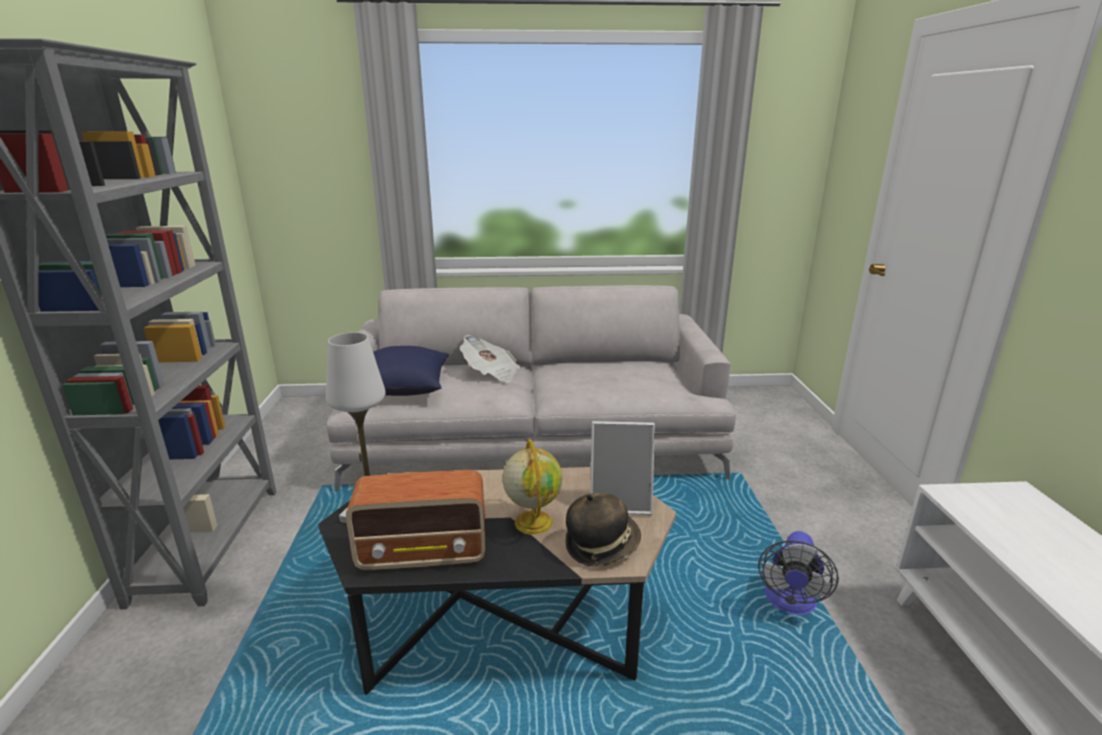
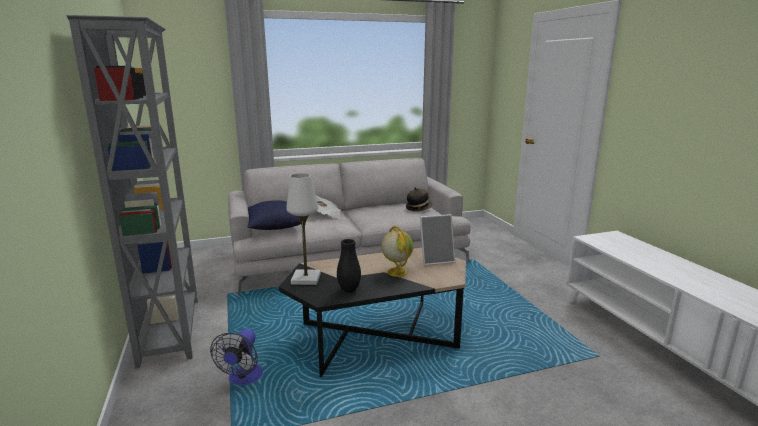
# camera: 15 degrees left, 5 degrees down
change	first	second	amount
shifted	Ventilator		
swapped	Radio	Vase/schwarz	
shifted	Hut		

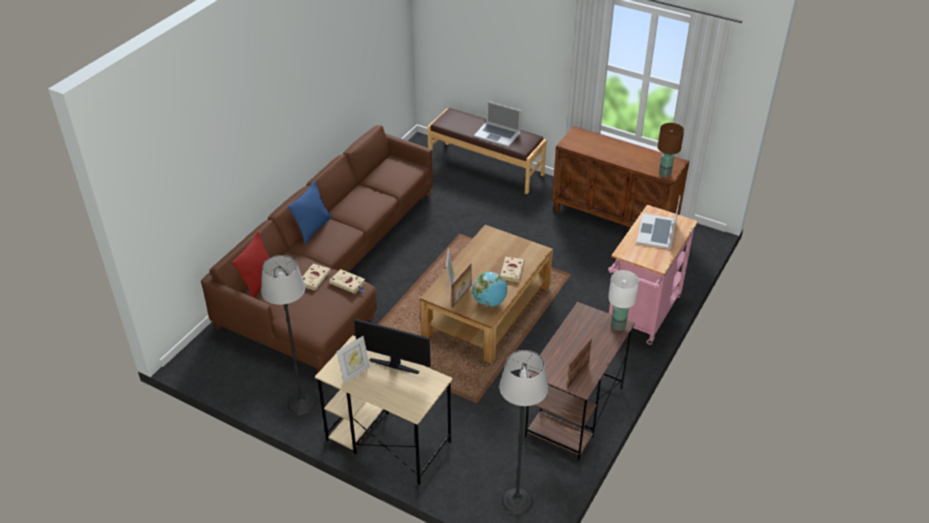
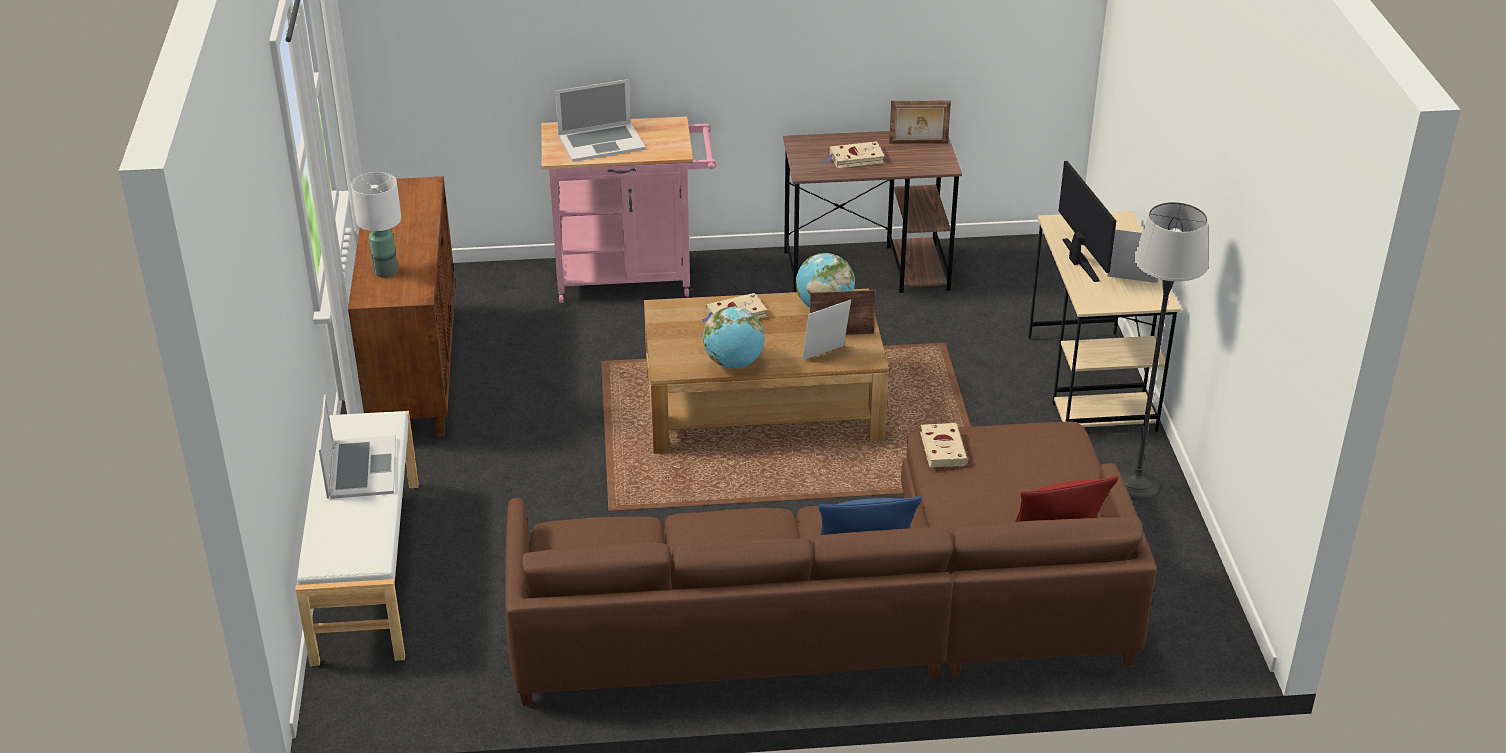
# camera: 125 degrees left, 5 degrees down
change	first	second	amount
repainted	Bank/braun	Bank/weiß	
shifted	Tischlampe/weiß		
new		Globus (no. 1 from left)	
shifted	Buch/beige (no. 1 from left in the first image)	Buch/beige (no. 2 from left)	
gone	Stehlampe (no. 2 from left)		
gone	Tischlampe/braun		

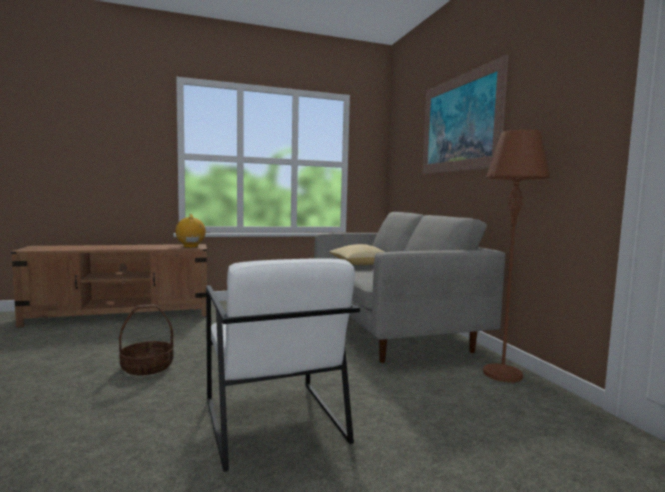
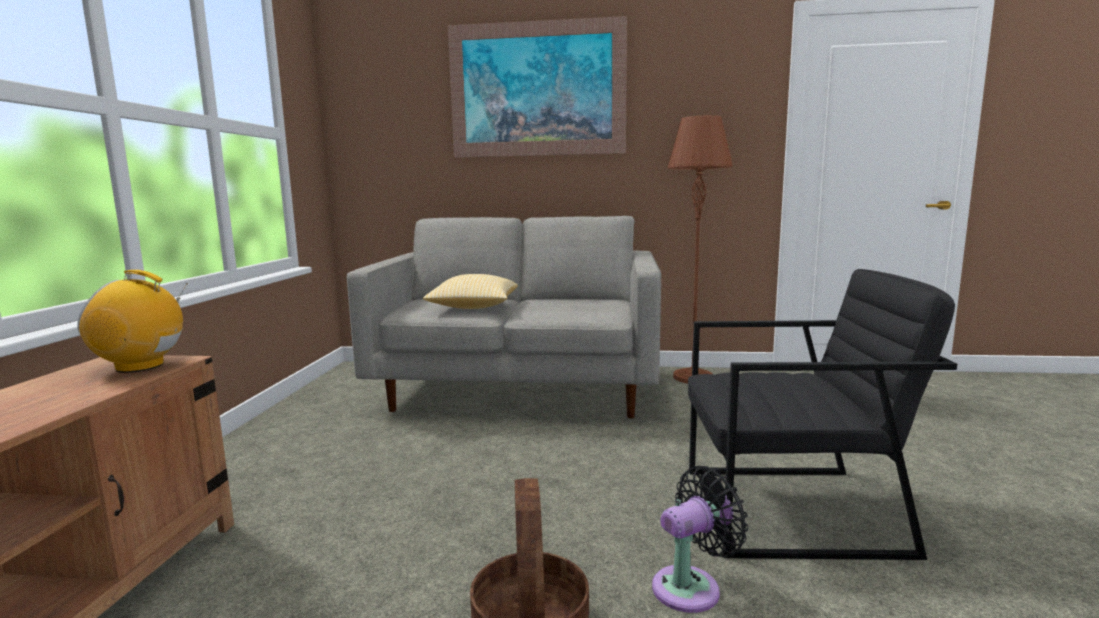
# camera: 65 degrees left, 5 degrees up
change	first	second	amount
new		Ventilator/schwarz	
repainted	Sessel/weiß	Sessel/schwarz	

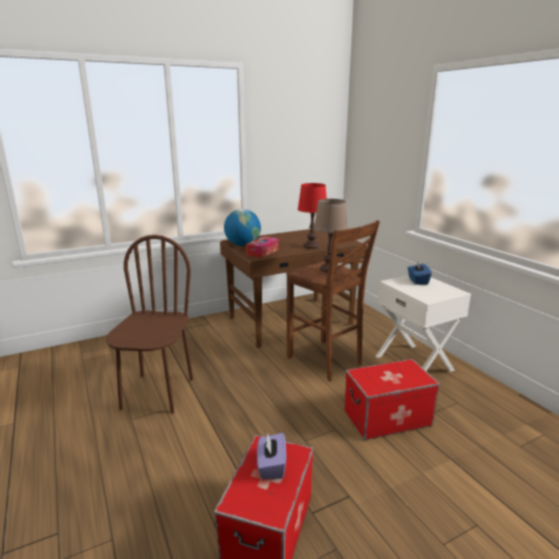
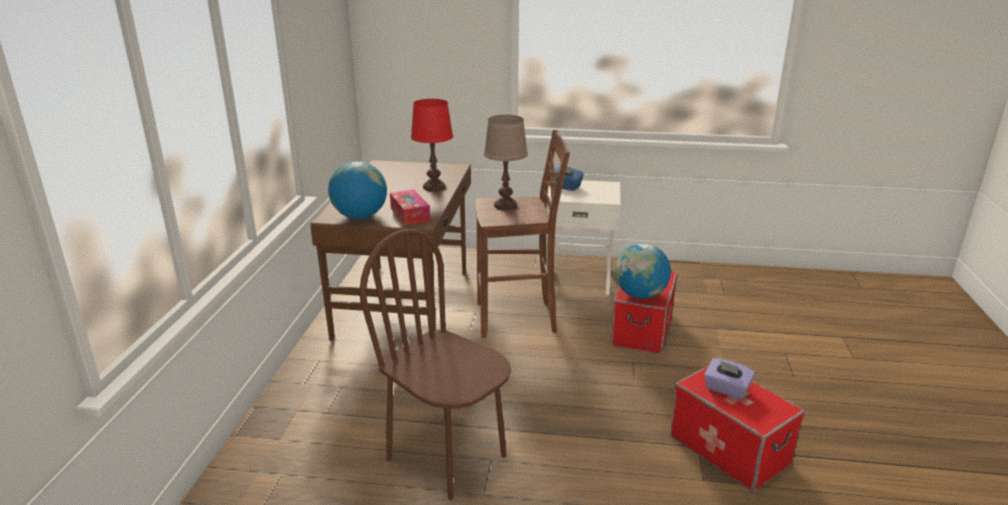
# camera: 55 degrees left, 5 degrees up
change	first	second	amount
new		Globus (no. 2 from left)	

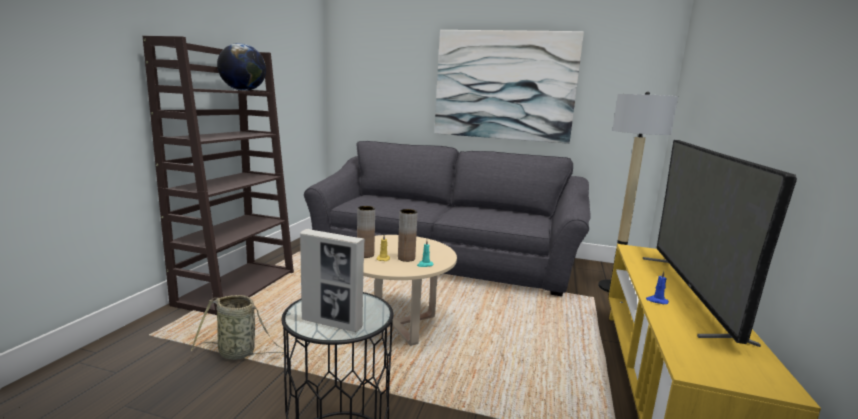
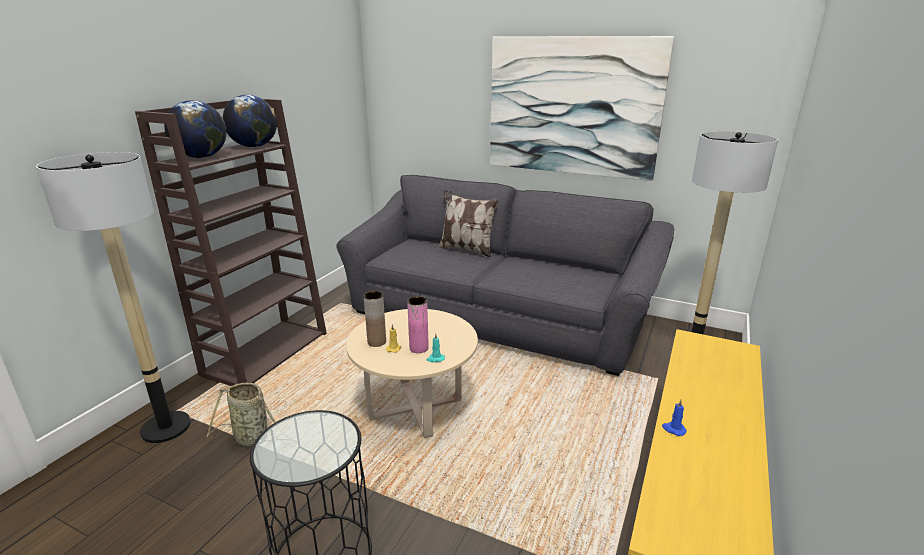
# camera: 10 degrees right, 10 degrees up
change	first	second	amount
new		Stehlampe (no. 1 from left)	
new		Globus (no. 1 from left)	
repainted	Vase/braun (no. 2 from left)	Vase/rosa	
new		Kissen	
gone	Bilderrahmen		
gone	Fernseher		

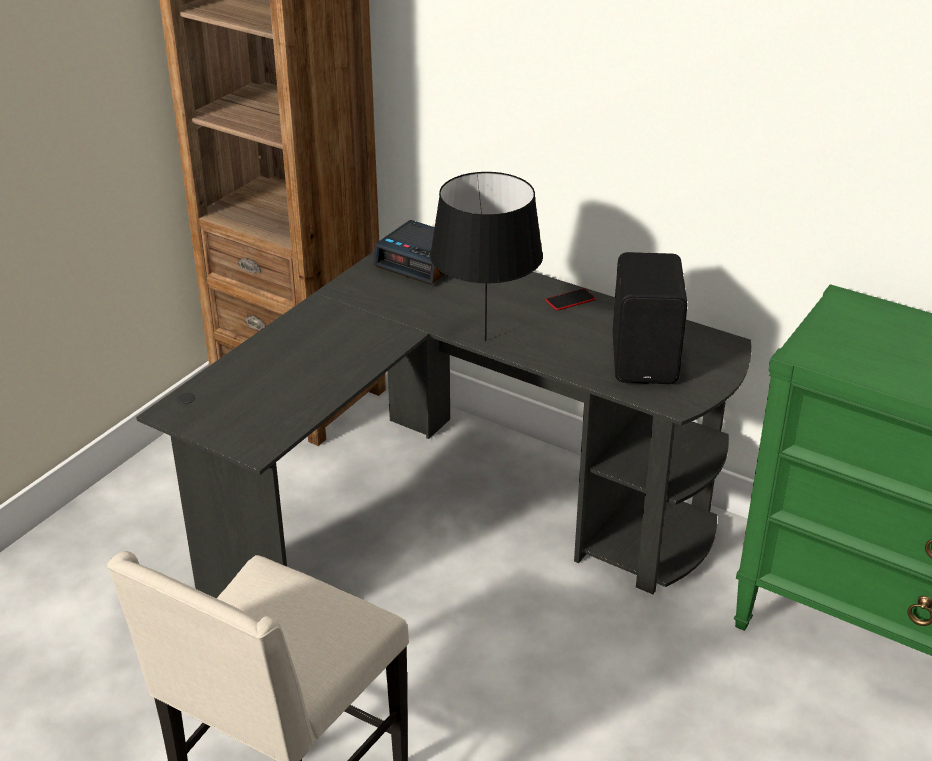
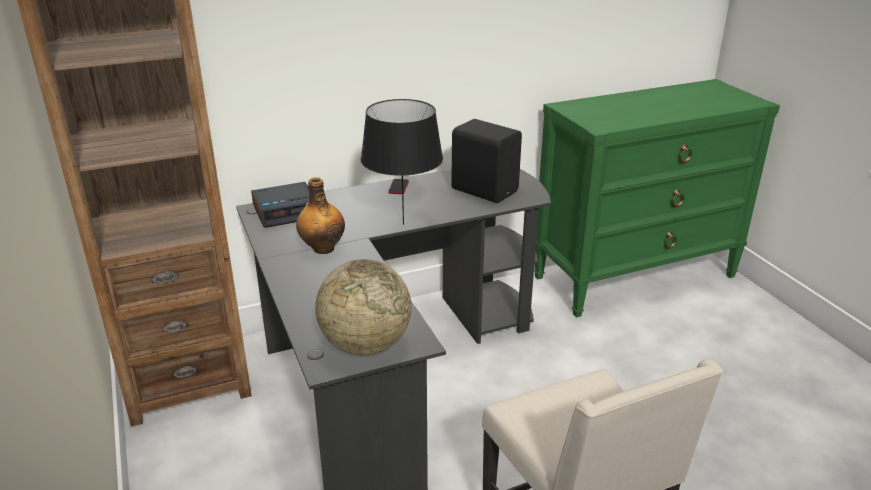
# camera: 55 degrees left, 5 degrees down
change	first	second	amount
new		Flasche	
new		Globus	

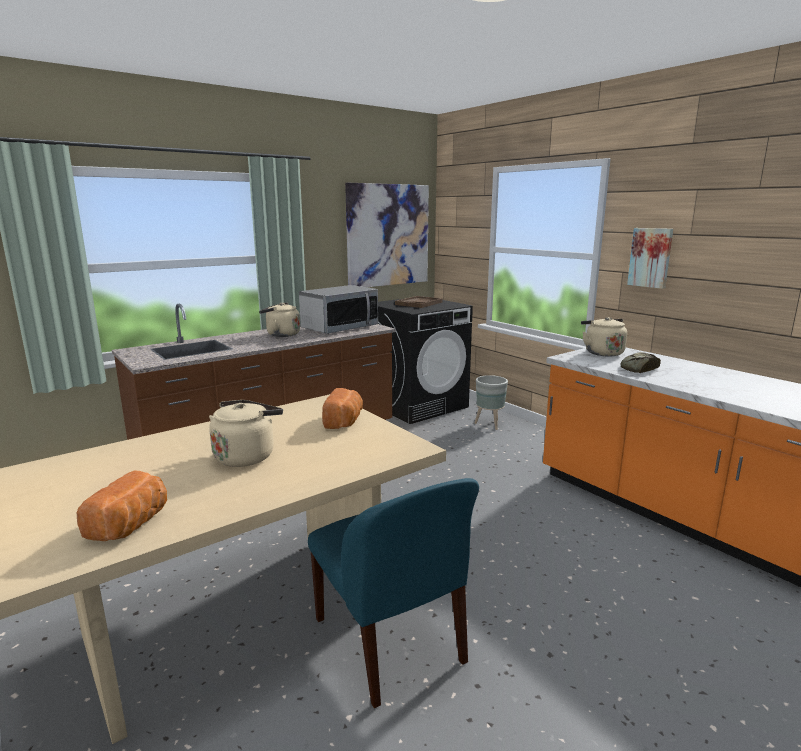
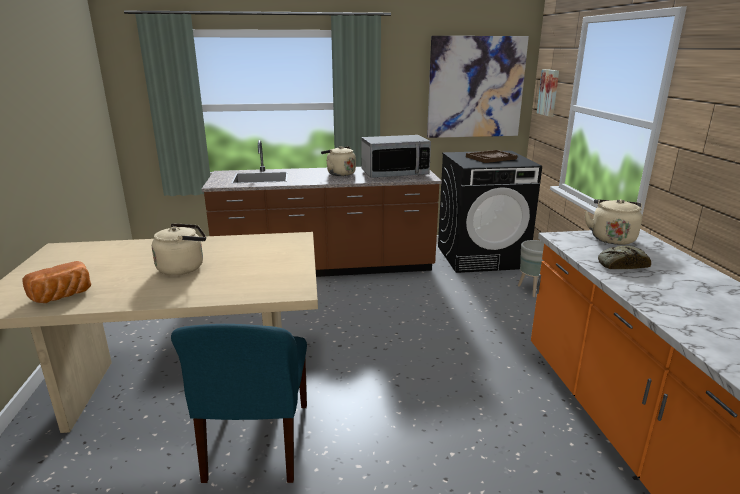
# camera: 30 degrees right, 5 degrees up
change	first	second	amount
shifted	Bild (no. 2 from left)		
gone	Brot (no. 2 from left)		

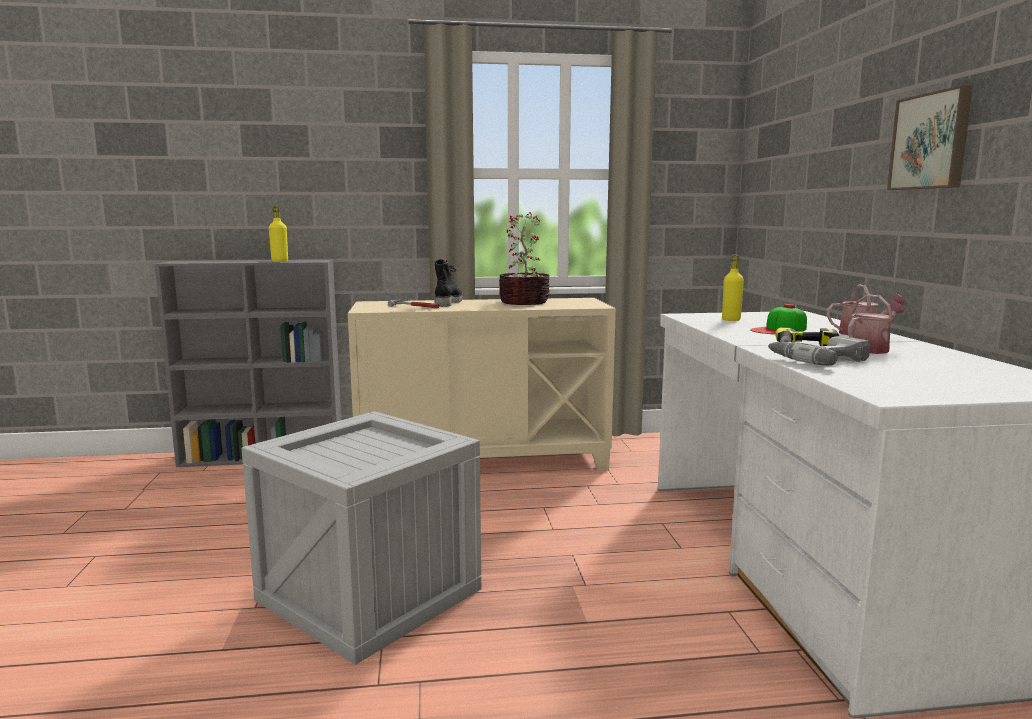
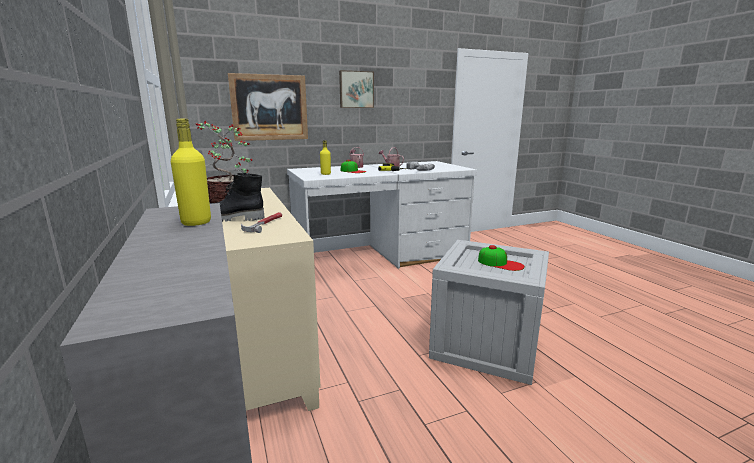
# camera: 105 degrees left, 5 degrees up
change	first	second	amount
new		Bild (no. 1 from left)	
new		Kappe (no. 2 from left)	

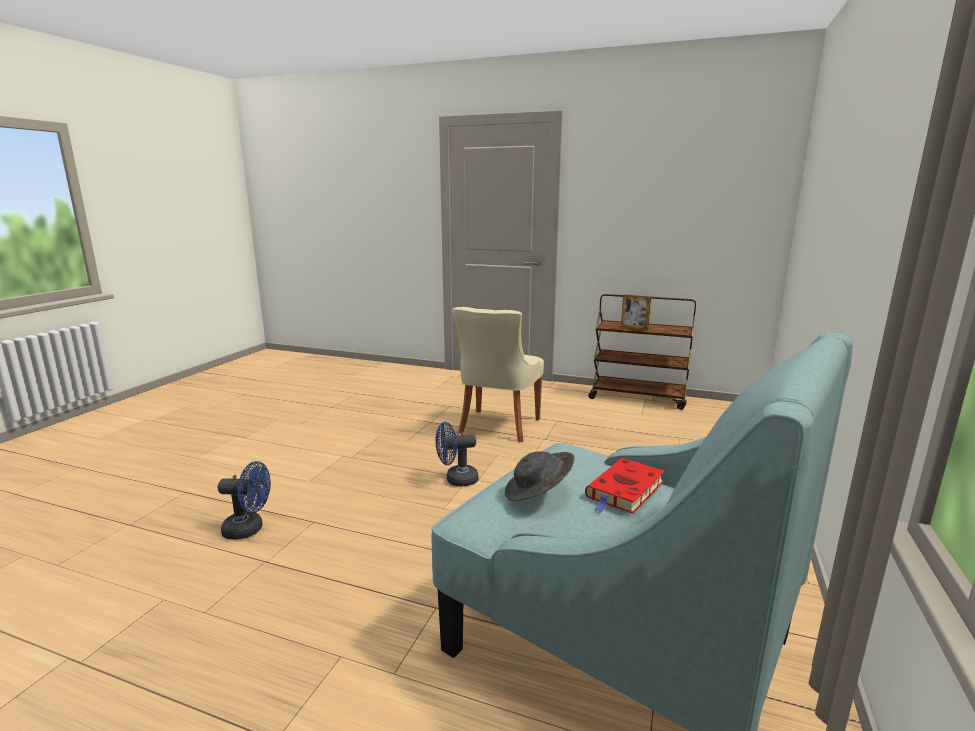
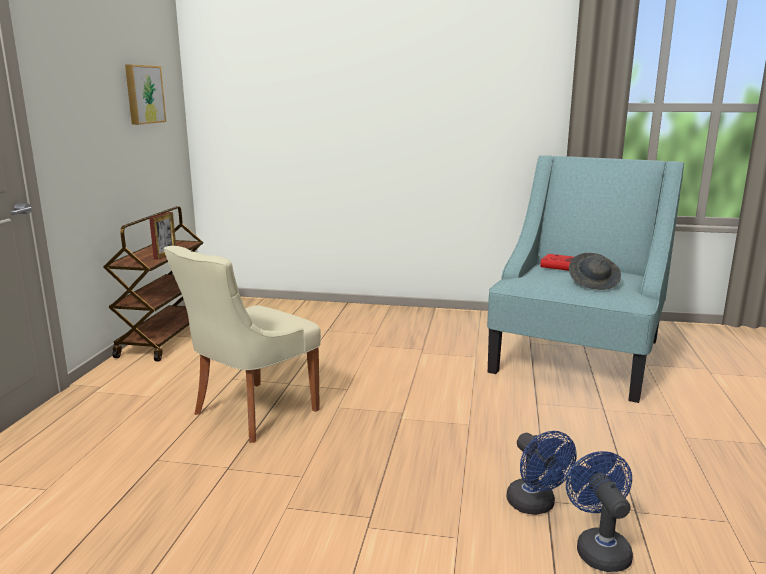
# camera: 100 degrees left, 0 degrees up
change	first	second	amount
new		Bild	
rotated	Stuhl/beige		120 degrees clockwise
shifted	Ventilator/blau (no. 2 from left in the first image)	Ventilator/blau (no. 1 from left)	

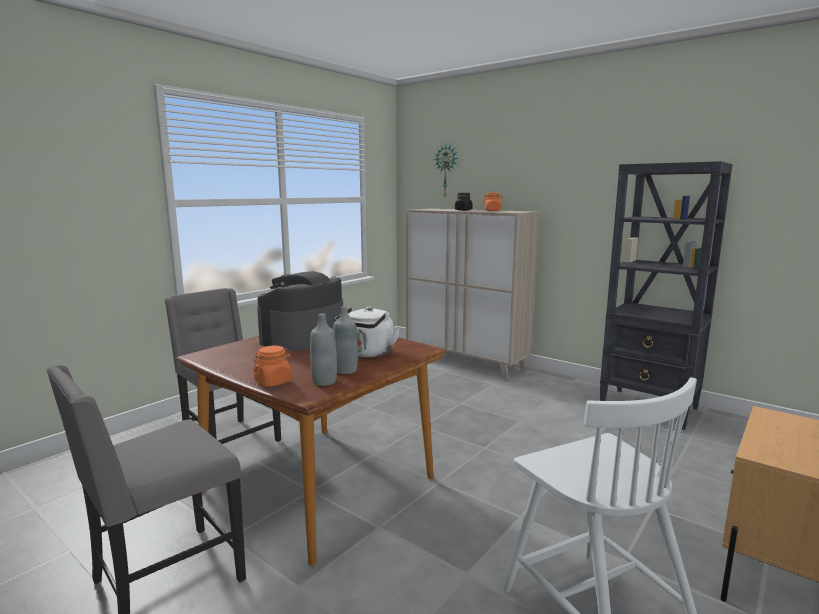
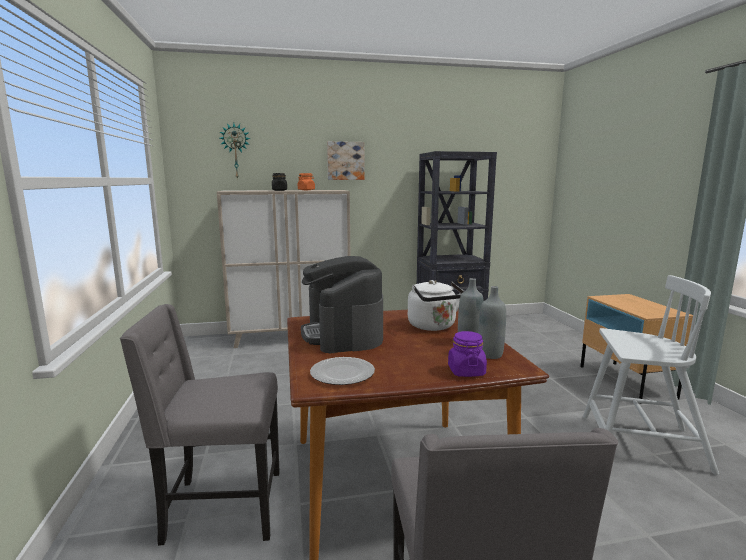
# camera: 50 degrees left, 0 degrees up
change	first	second	amount
new		Teller	
new		Bild	
repainted	Vorratsglas/orange (no. 1 from left)	Vorratsglas/lila	

